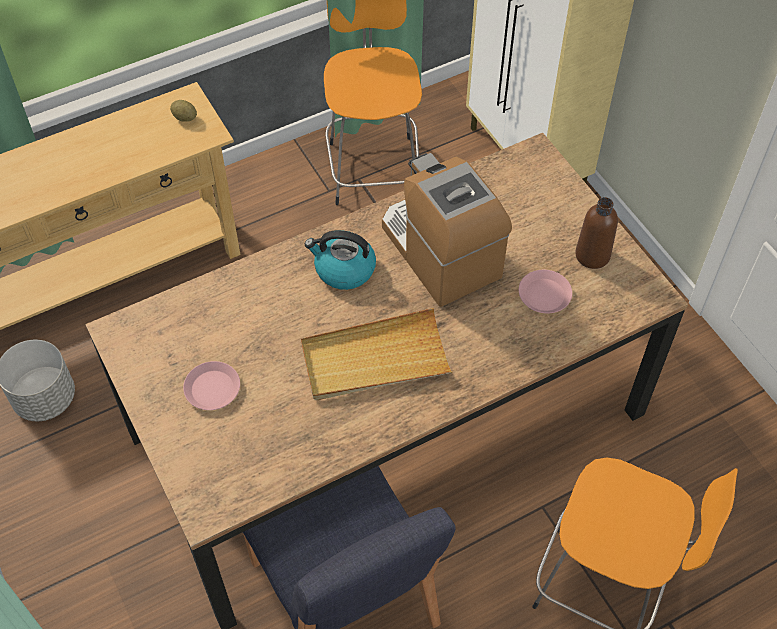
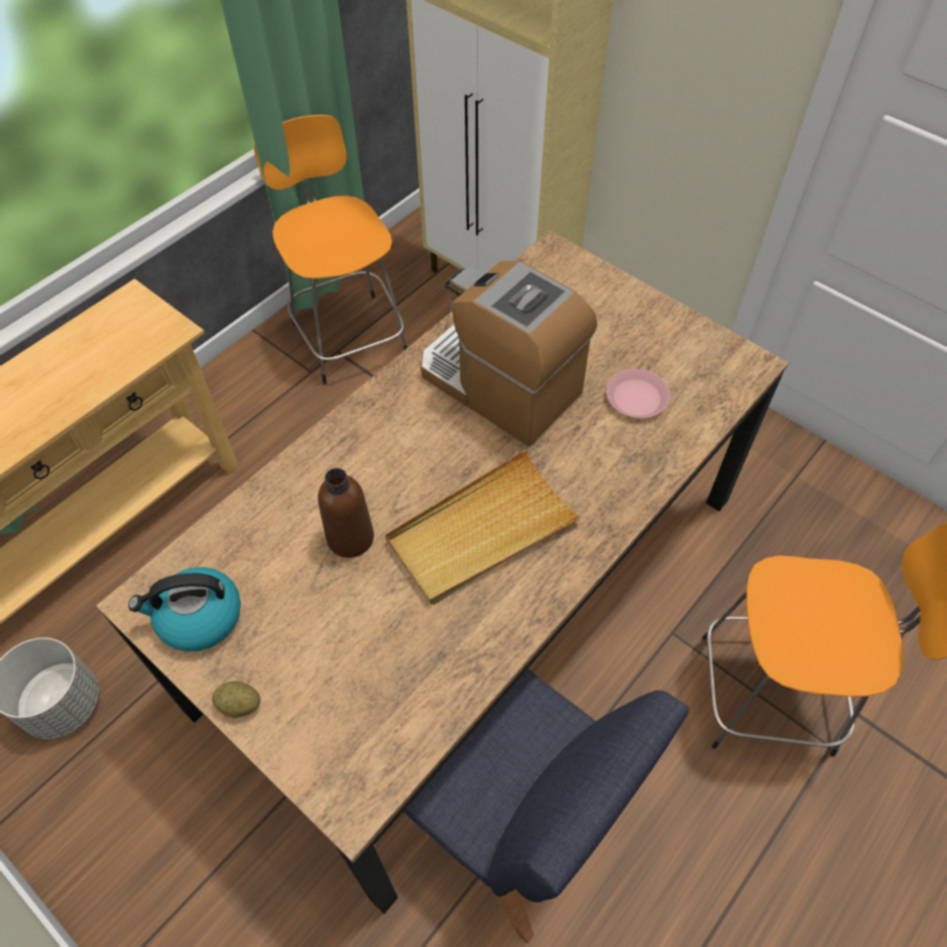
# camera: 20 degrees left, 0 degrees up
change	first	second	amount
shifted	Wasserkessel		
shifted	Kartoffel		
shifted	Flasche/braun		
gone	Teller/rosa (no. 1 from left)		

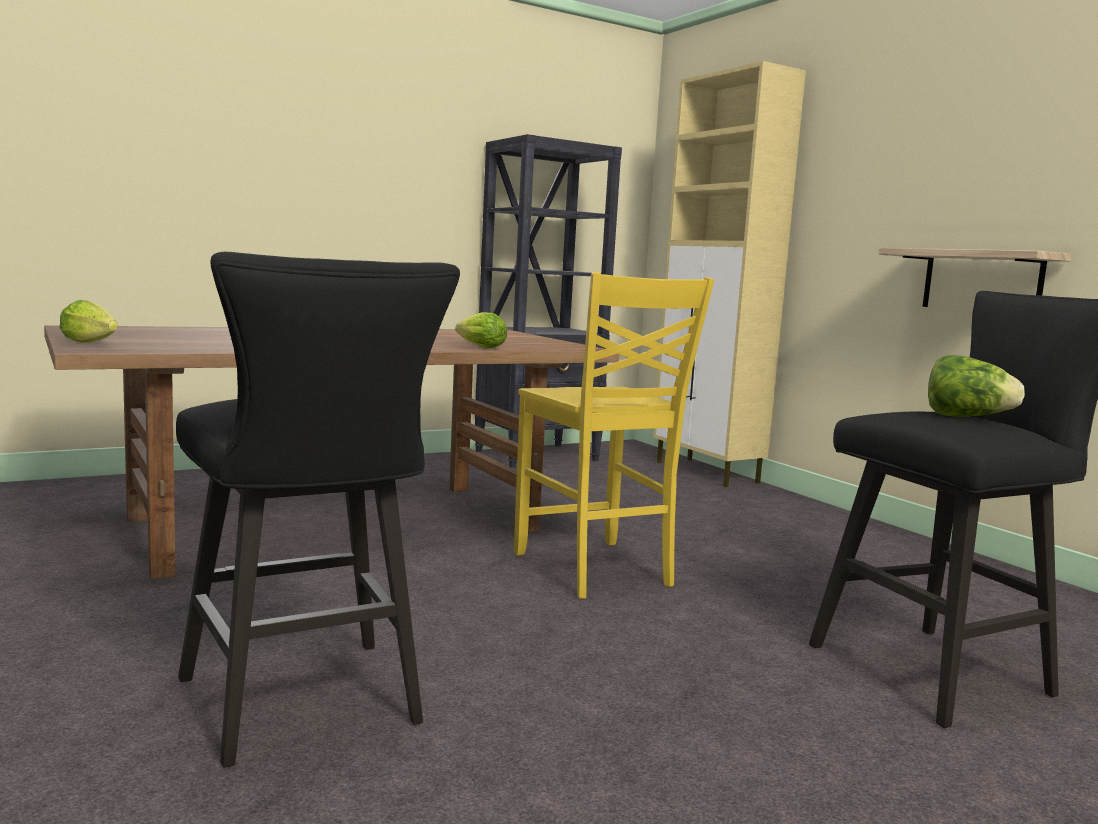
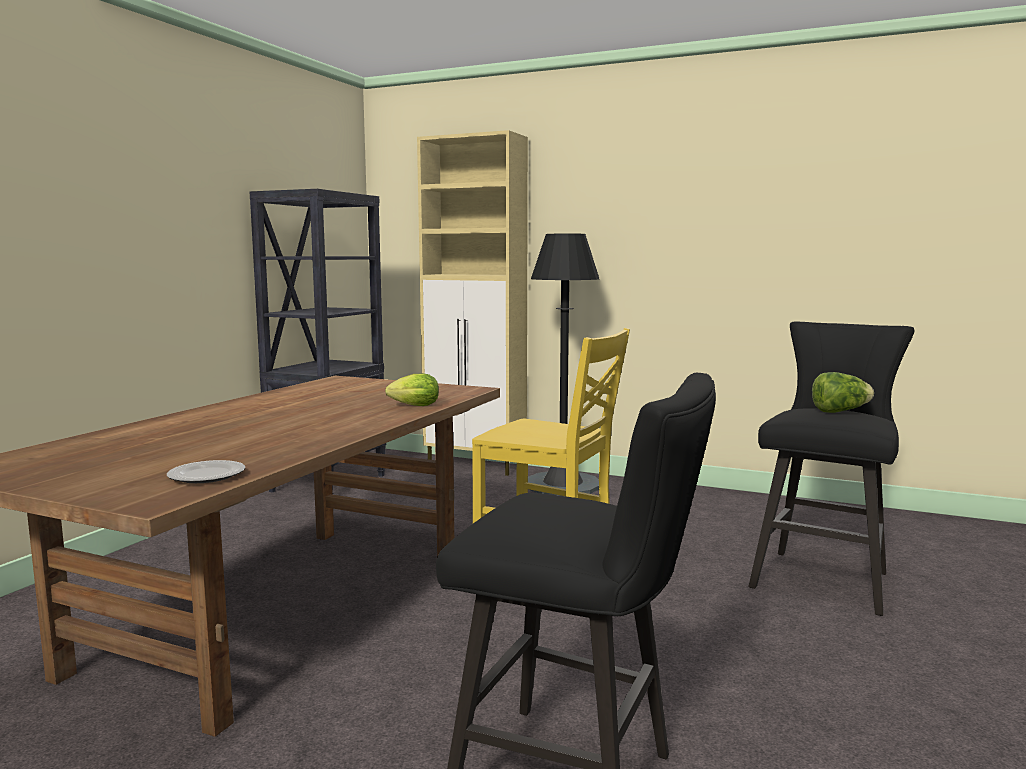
# camera: 35 degrees left, 0 degrees up
change	first	second	amount
new		Teller	
new		Stehlampe/schwarz	
gone	Salatkopf (no. 1 from left)		
gone	Wandregal		

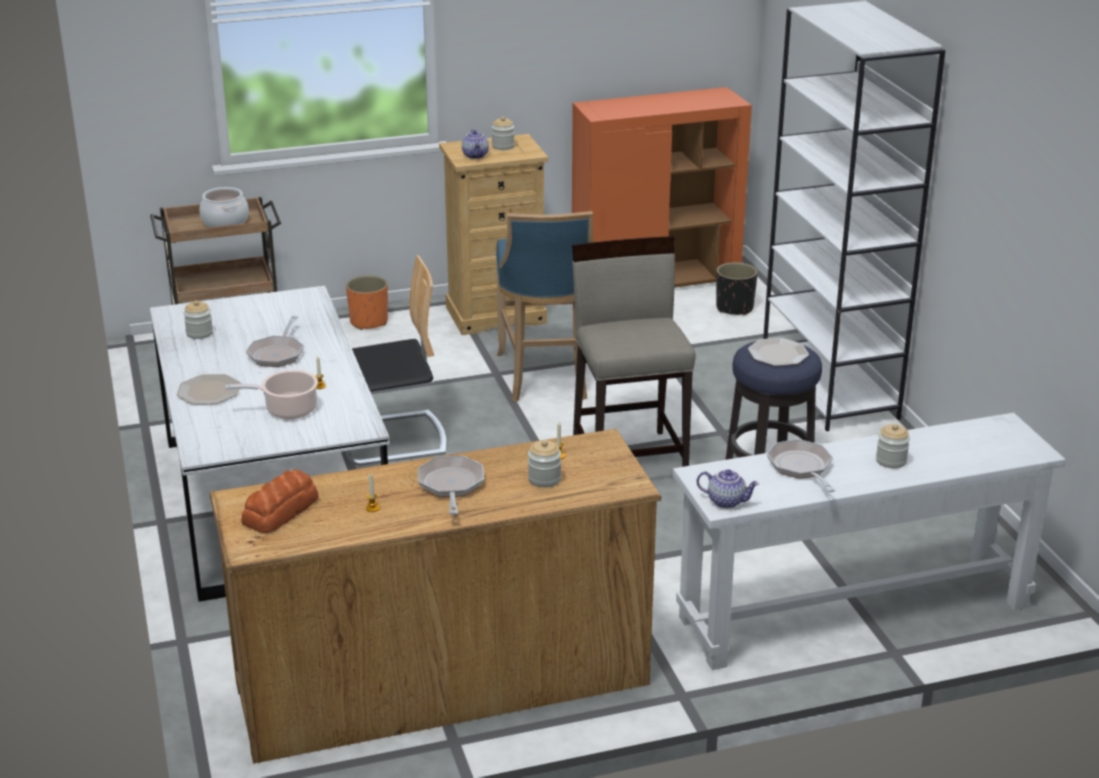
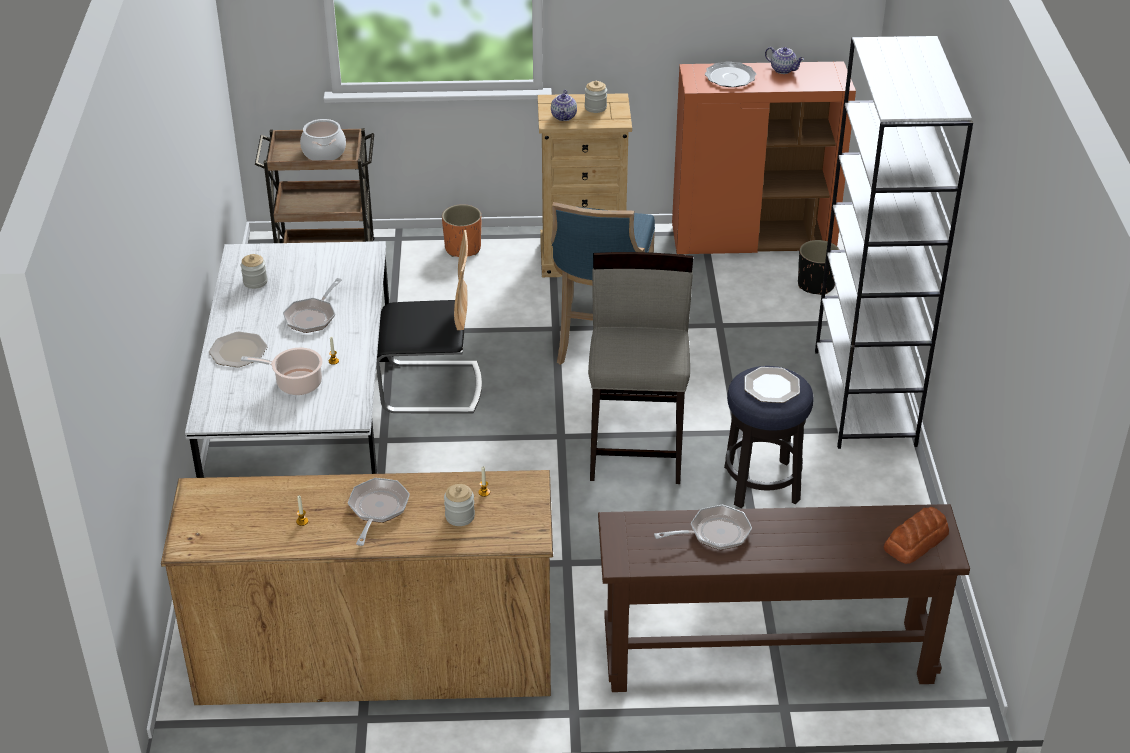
# camera: 15 degrees right, 10 degrees up
change	first	second	amount
repainted	Konsolentisch/weiß	Konsolentisch/braun	
rotated	Pfanne (no. 3 from left)		75 degrees clockwise
new		Teller (no. 2 from left)	
shifted	Teekanne (no. 2 from left)		
shifted	Brot		
gone	Vorratsglas (no. 4 from left)		

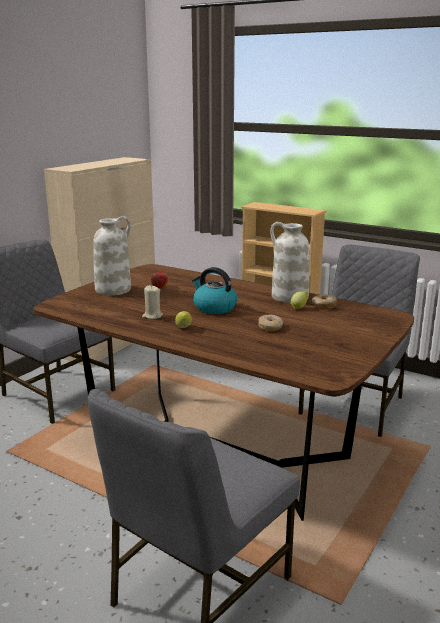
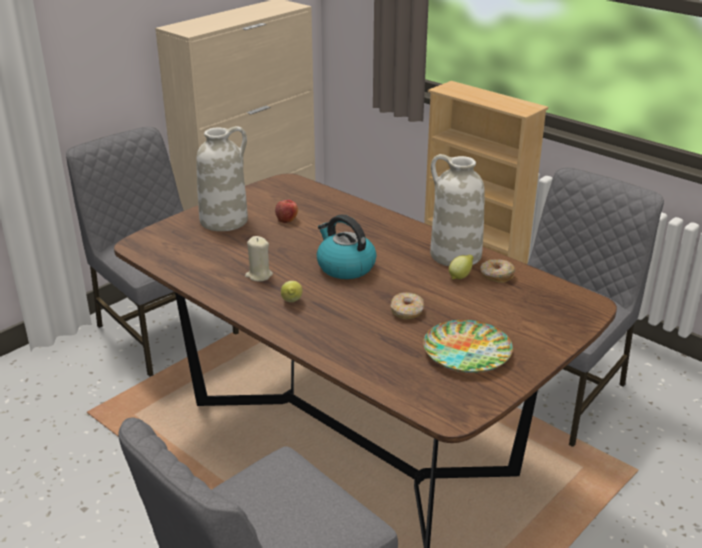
# camera: 10 degrees right, 10 degrees up
change	first	second	amount
new		Teller	

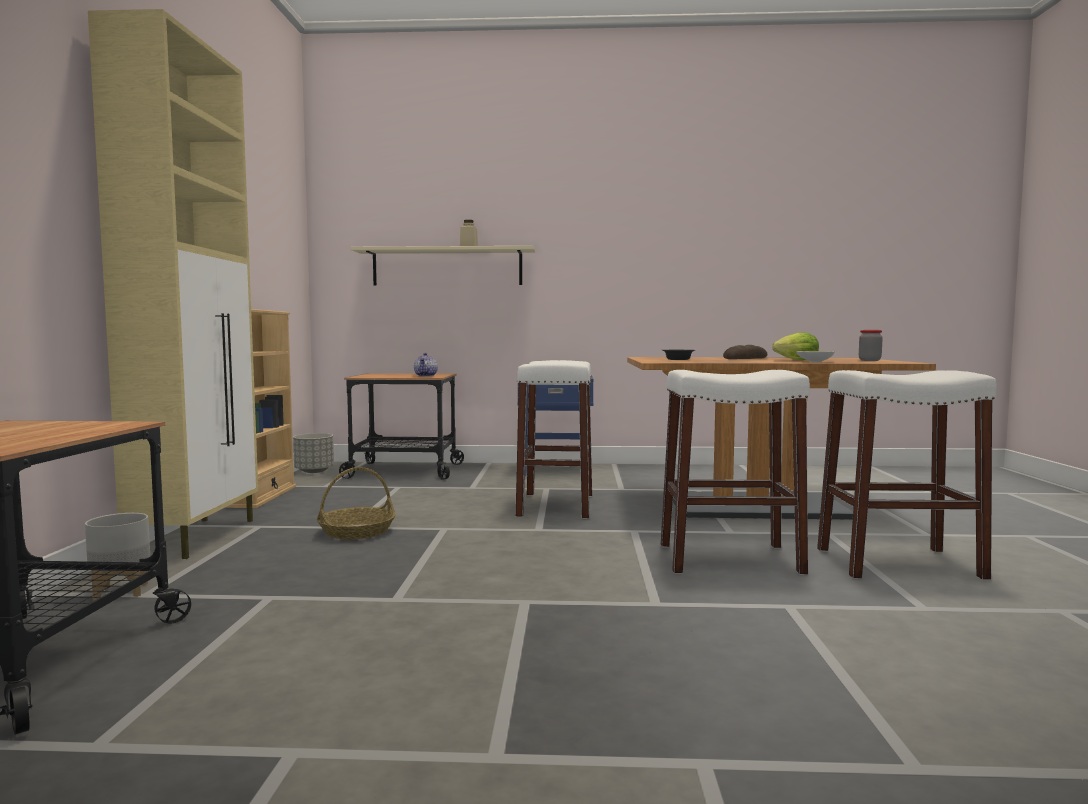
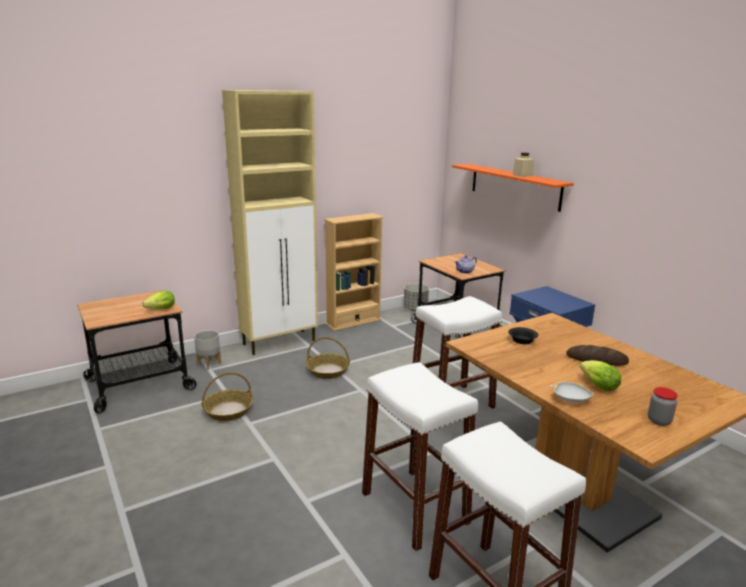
# camera: 55 degrees right, 15 degrees up
change	first	second	amount
new		Salatkopf (no. 1 from left)	
new		Korb (no. 1 from left)	
repainted	Wandregal/beige	Wandregal/orange	

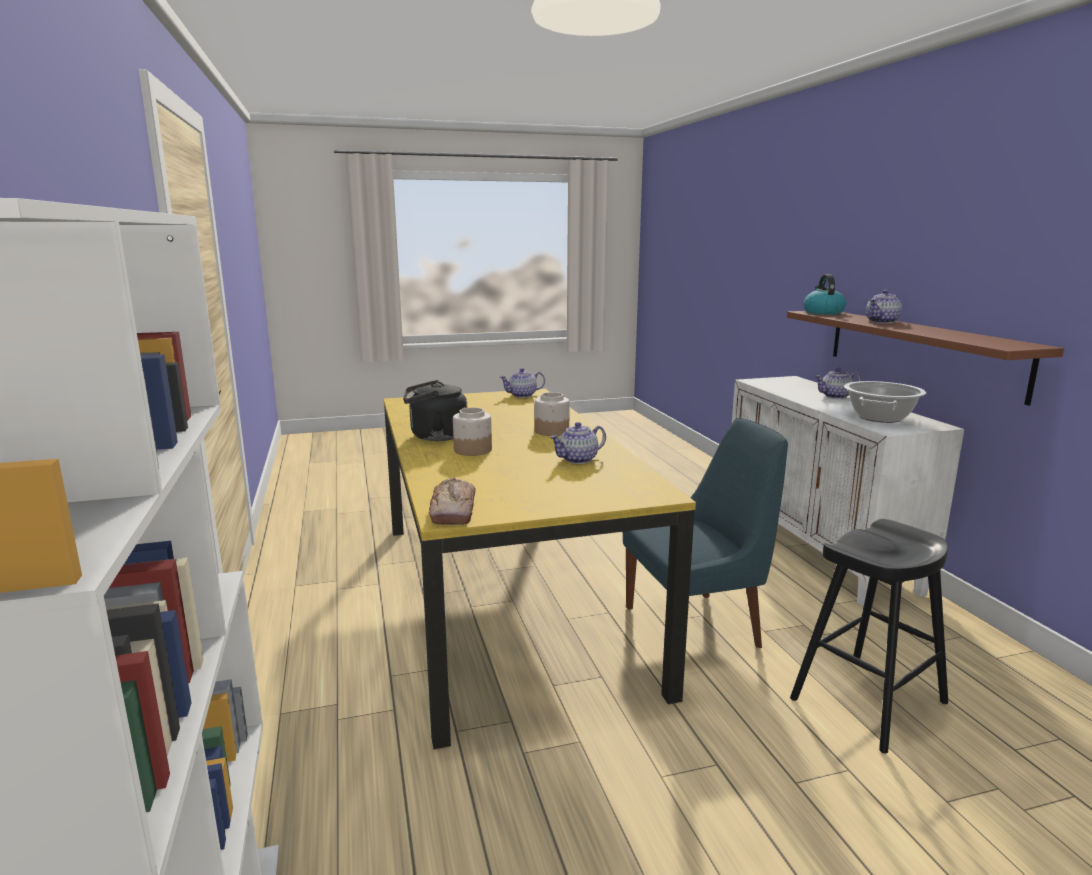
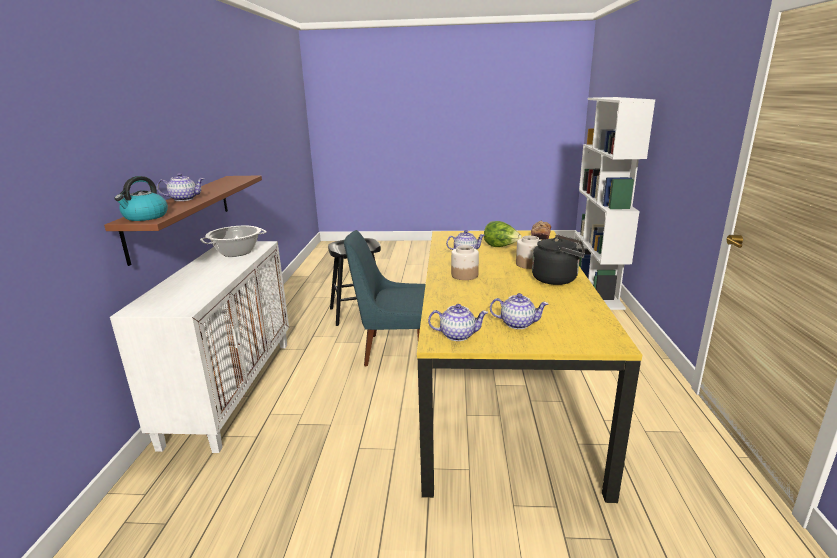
# camera: 160 degrees left, 5 degrees up
change	first	second	amount
new		Salatkopf	
shifted	Teekanne (no. 3 from left in the first image)	Teekanne (no. 4 from left)	

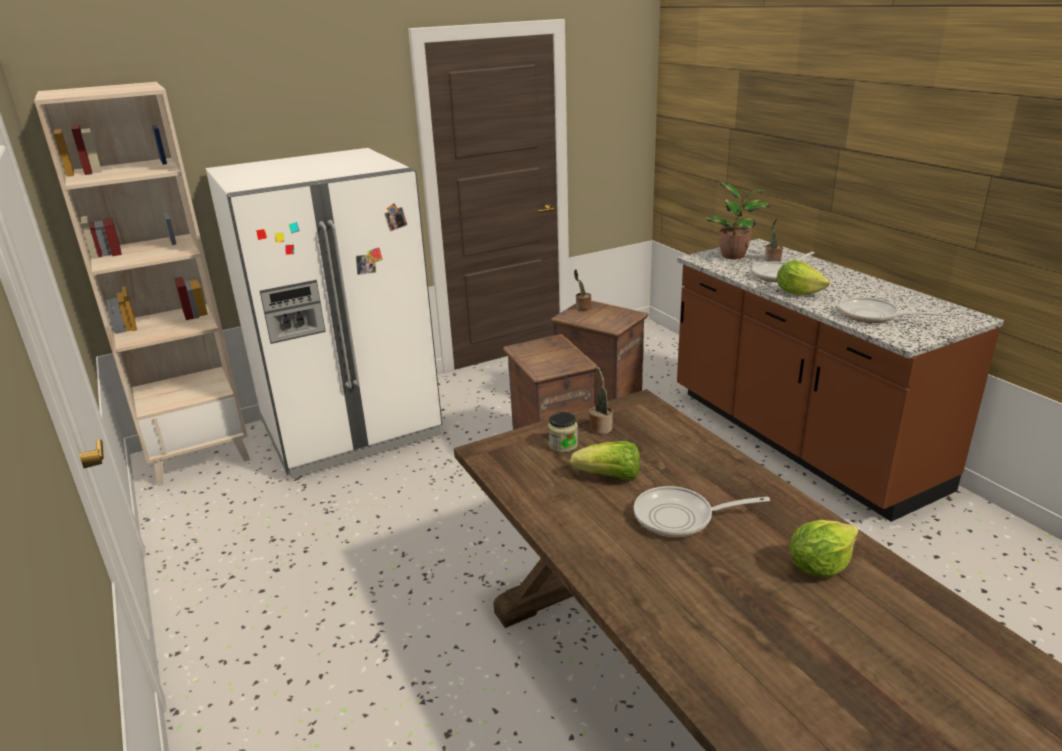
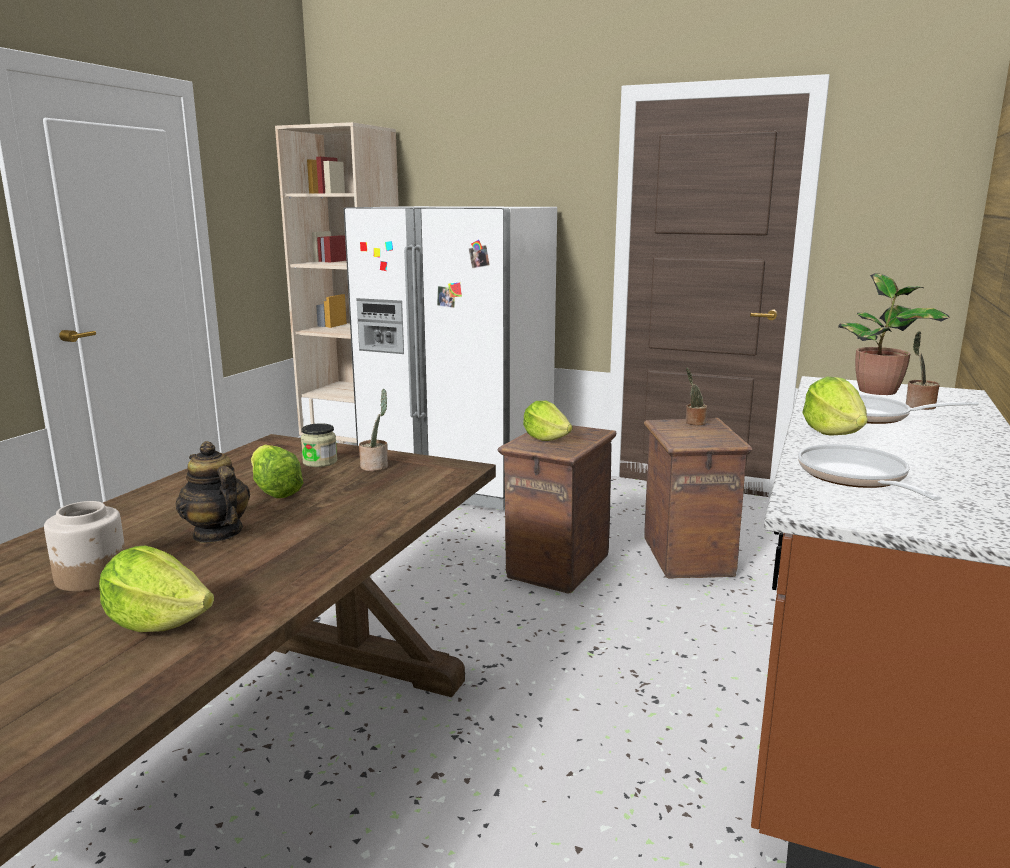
# camera: 50 degrees right, 10 degrees down
change	first	second	amount
new		Vorratsglas (no. 1 from left)	
swapped	Pfanne (no. 1 from left)	Teekanne	
new		Salatkopf (no. 3 from left)	

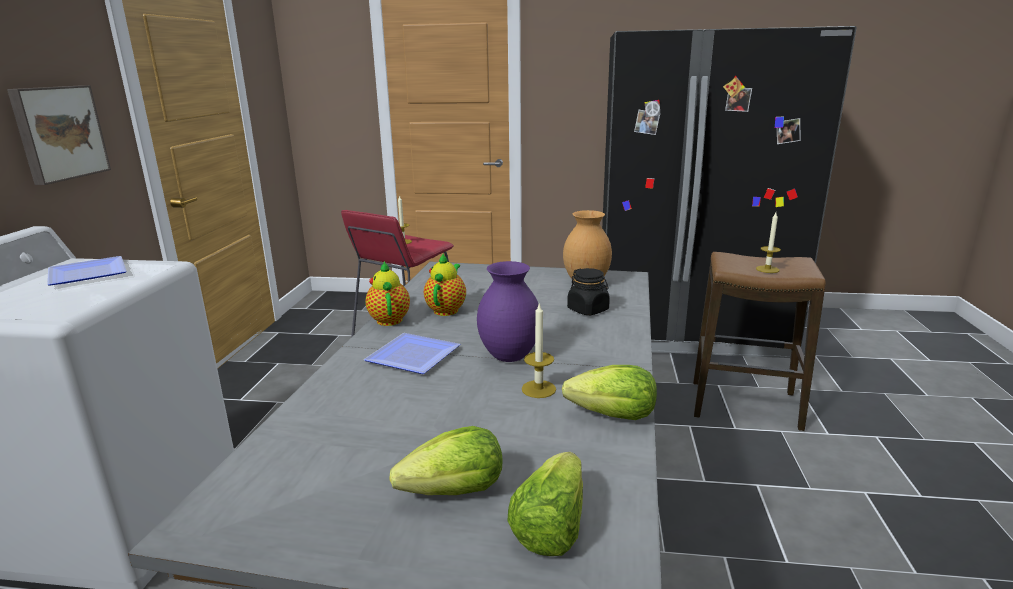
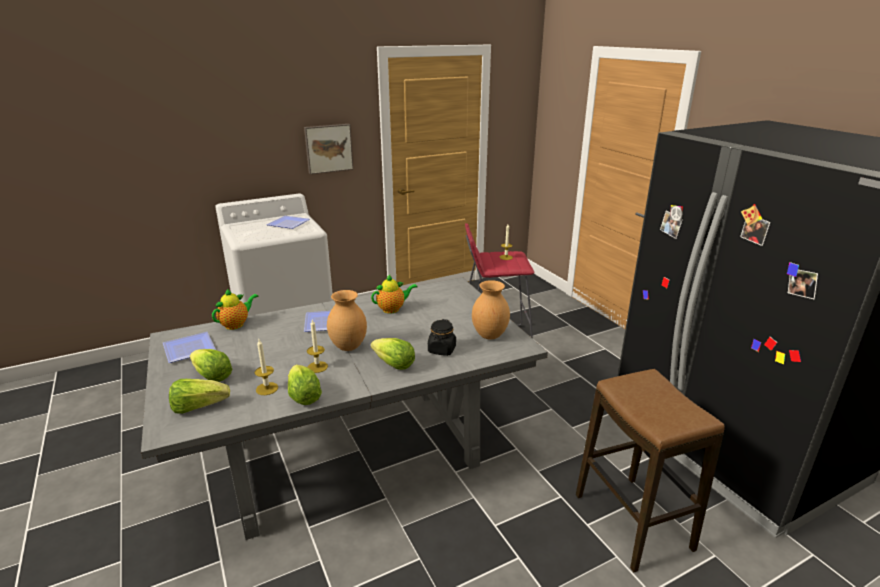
# camera: 55 degrees right, 5 degrees up
change	first	second	amount
new		Teller (no. 1 from left)	
shifted	Teekanne (no. 1 from left)		
shifted	Kerze (no. 3 from left in the first image)	Kerze (no. 1 from left)	
repainted	Vase/lila	Vase/braun (no. 1 from left)	
new		Salatkopf (no. 4 from left)	

